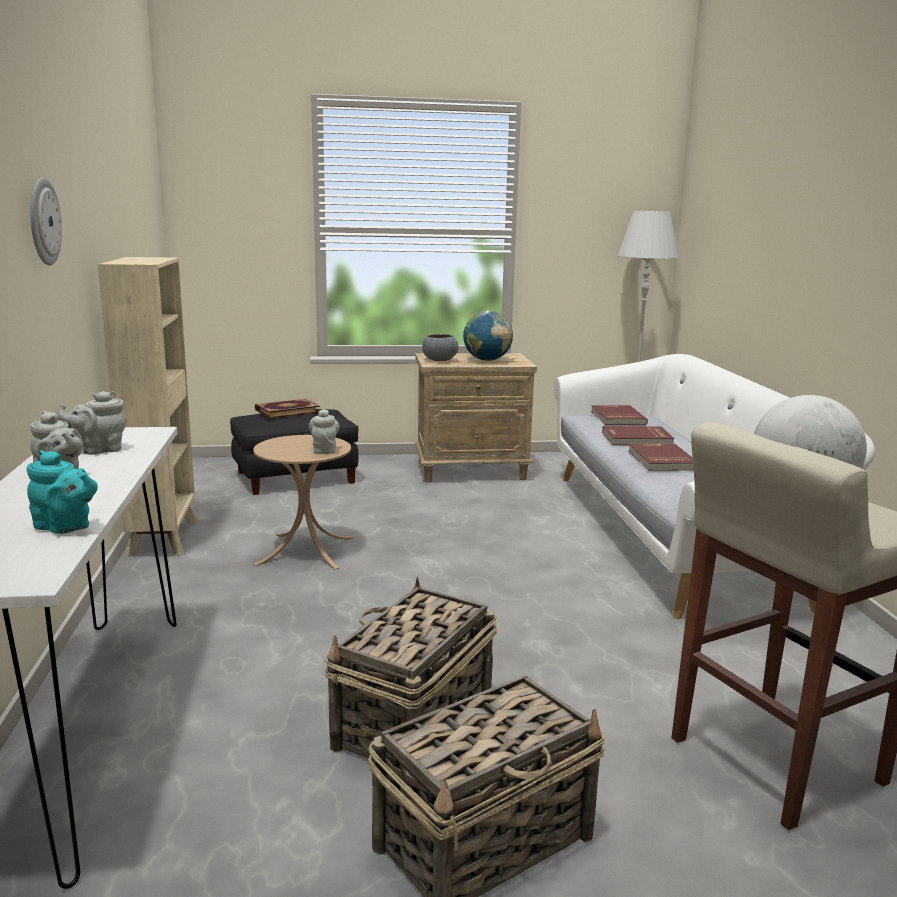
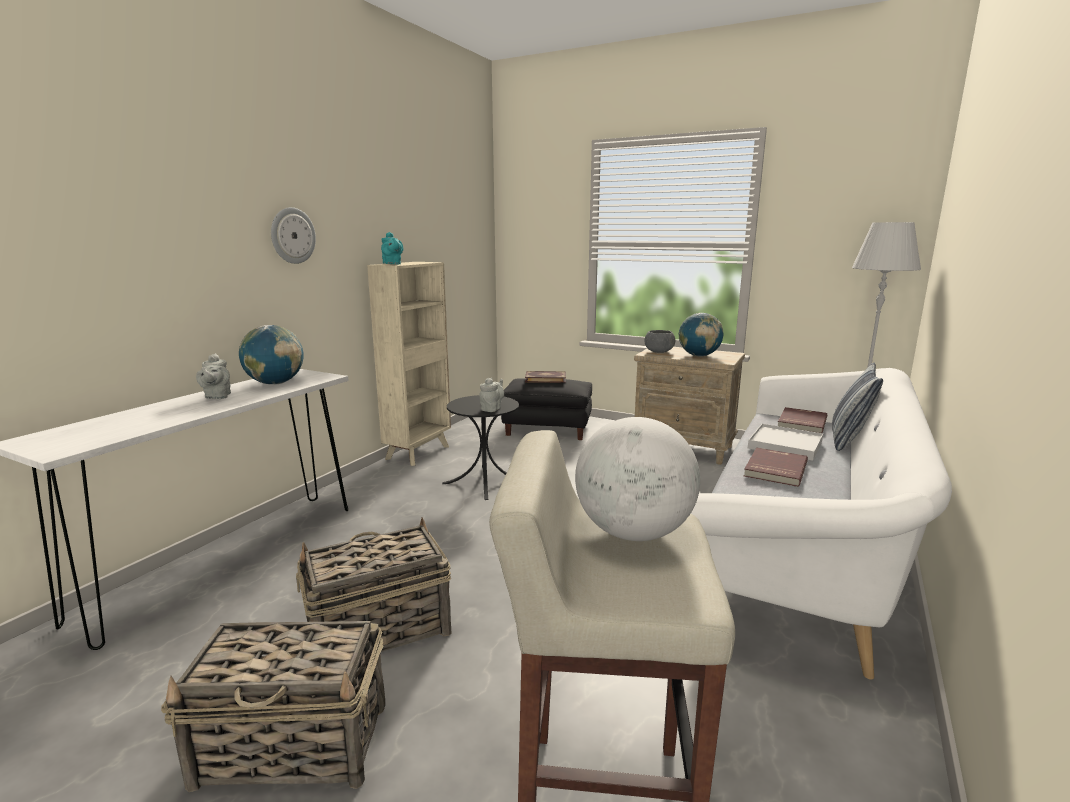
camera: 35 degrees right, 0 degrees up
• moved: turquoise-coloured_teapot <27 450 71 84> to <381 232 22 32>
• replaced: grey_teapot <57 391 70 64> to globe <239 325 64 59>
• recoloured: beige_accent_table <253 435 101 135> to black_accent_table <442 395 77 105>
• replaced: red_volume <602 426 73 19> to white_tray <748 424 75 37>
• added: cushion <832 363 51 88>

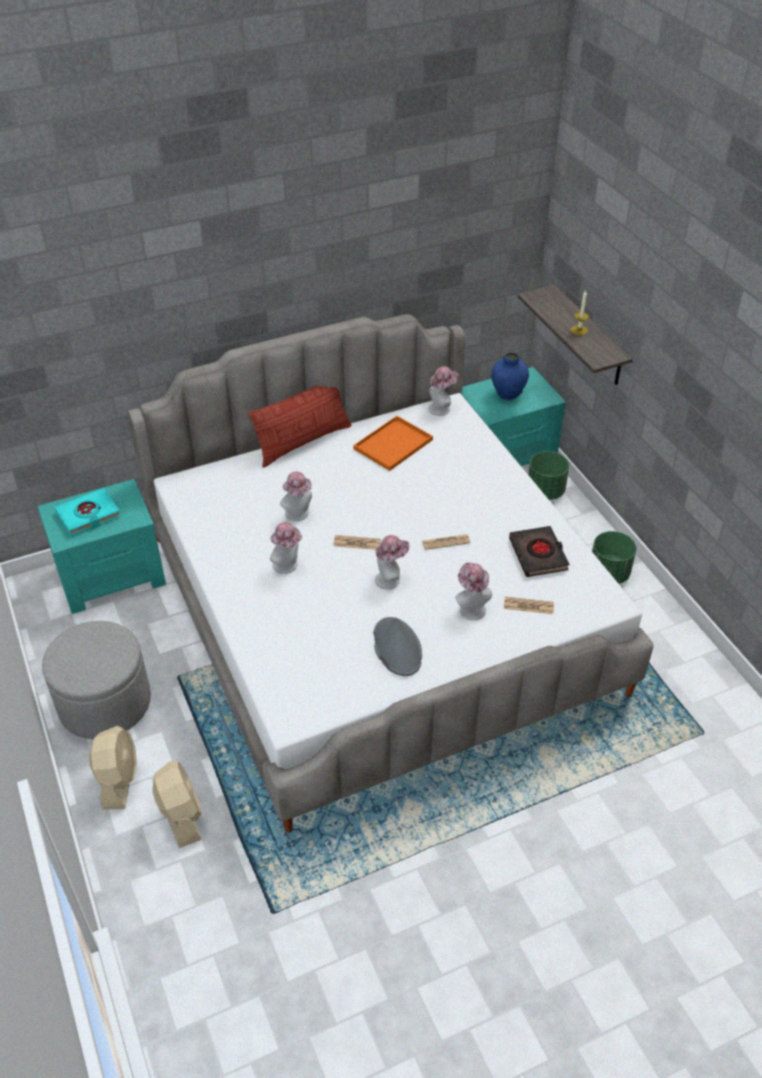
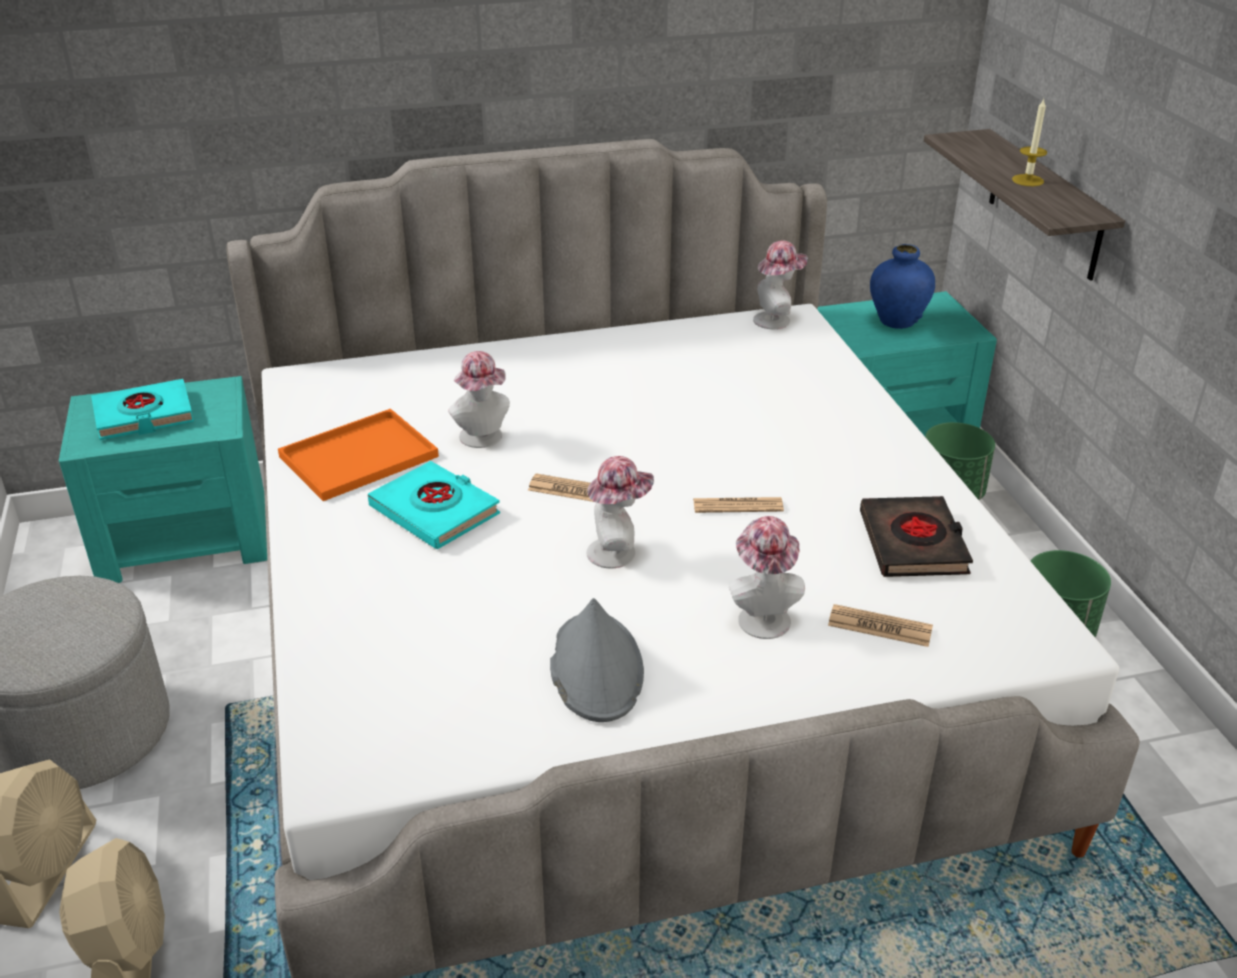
camera: 10 degrees right, 10 degrees down
• removed: cushion <248 385 104 83>
• replaced: hat <270 522 32 52> to turquoise-coloured_volume <368 461 132 88>
• moved: orange_tray <353 416 80 55> to <278 409 161 92>

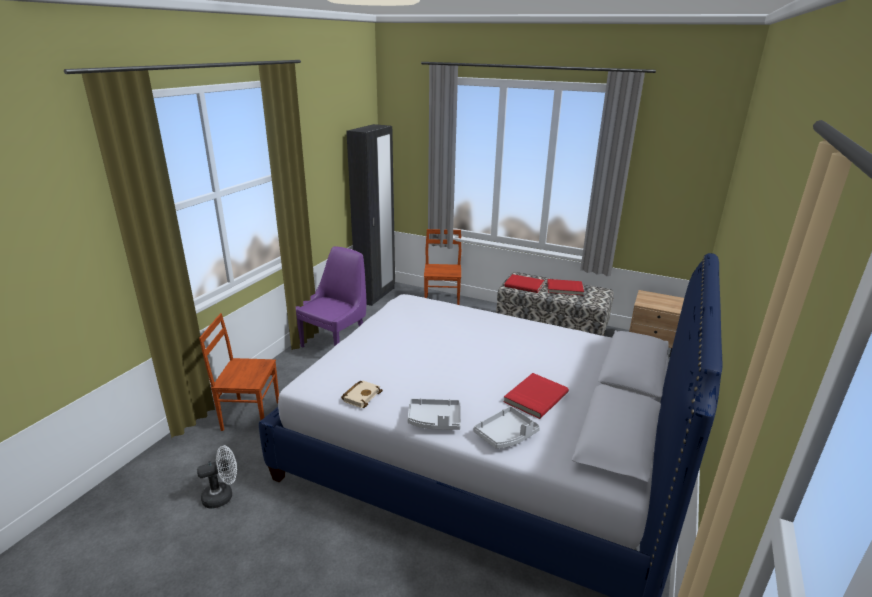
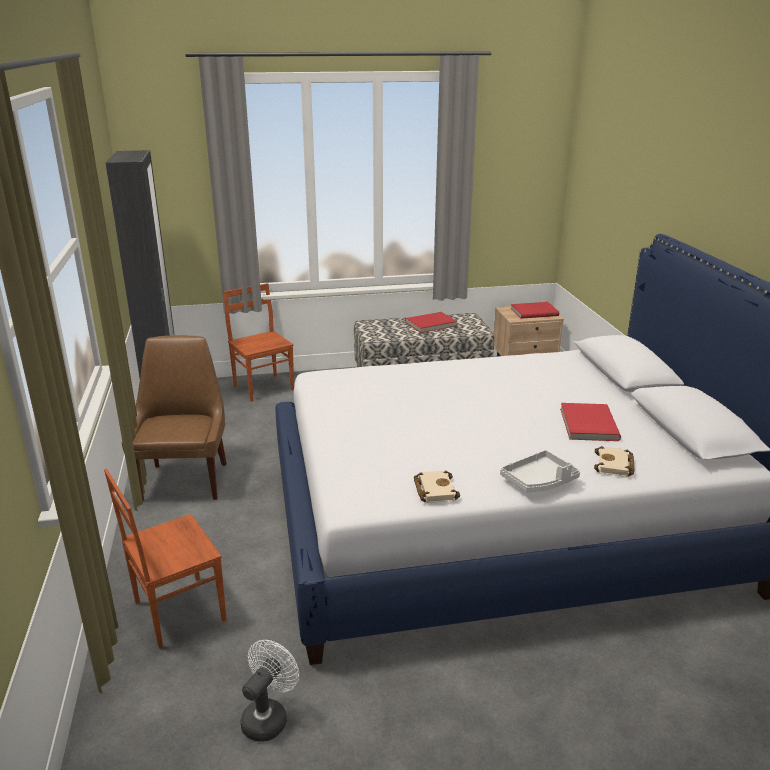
camera: 35 degrees left, 0 degrees up
• recoloured: purplish_chair <296 246 70 102> to brown_chair <121 335 106 166>
• replaced: grey_tray <473 406 67 43> to beige_volume <594 446 41 31>
• moved: red_volume <504 274 40 19> to <511 302 48 17>

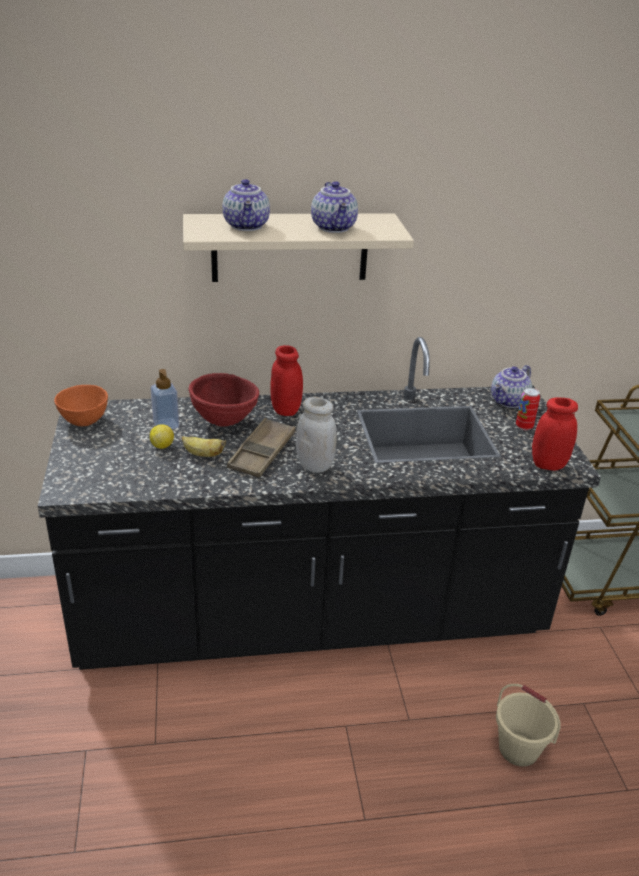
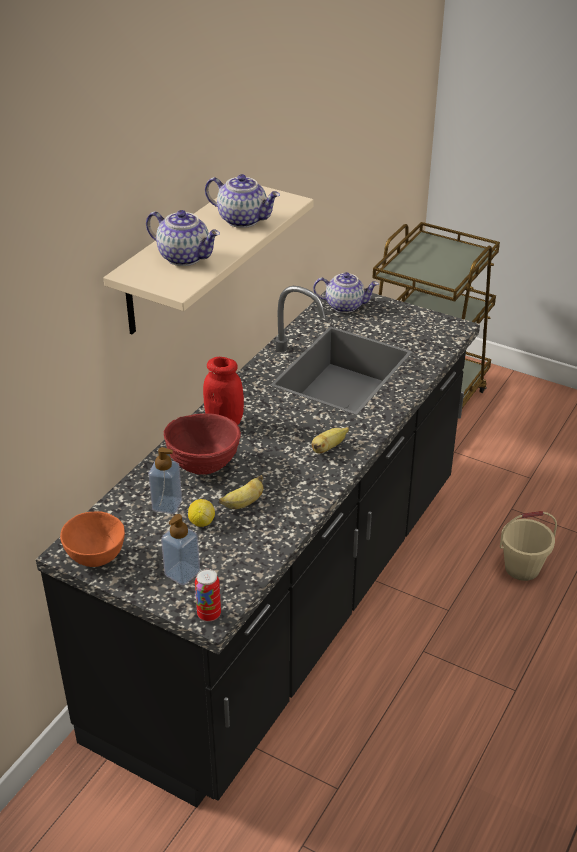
camera: 50 degrees left, 5 degrees up
• removed: brown_tray <227 418 69 60>
• replaced: white_jar <296 397 41 76> to banana <312 427 37 26>
• turned: teapot <491 365 41 43> = <313 272 66 41> 75 degrees counterclockwise
• moved: metal_can <516 388 24 42> to <195 569 26 52>
• removed: red_jar <532 398 46 73>
• added: soap_bottle <161 514 39 71>

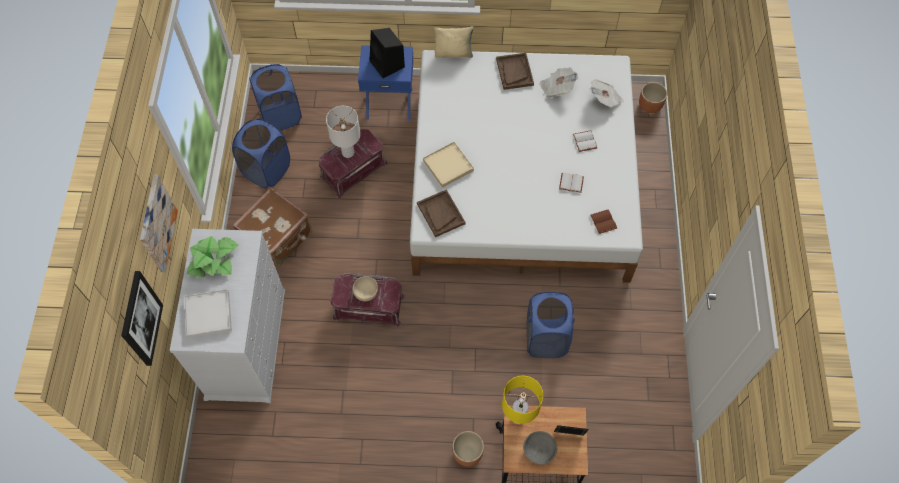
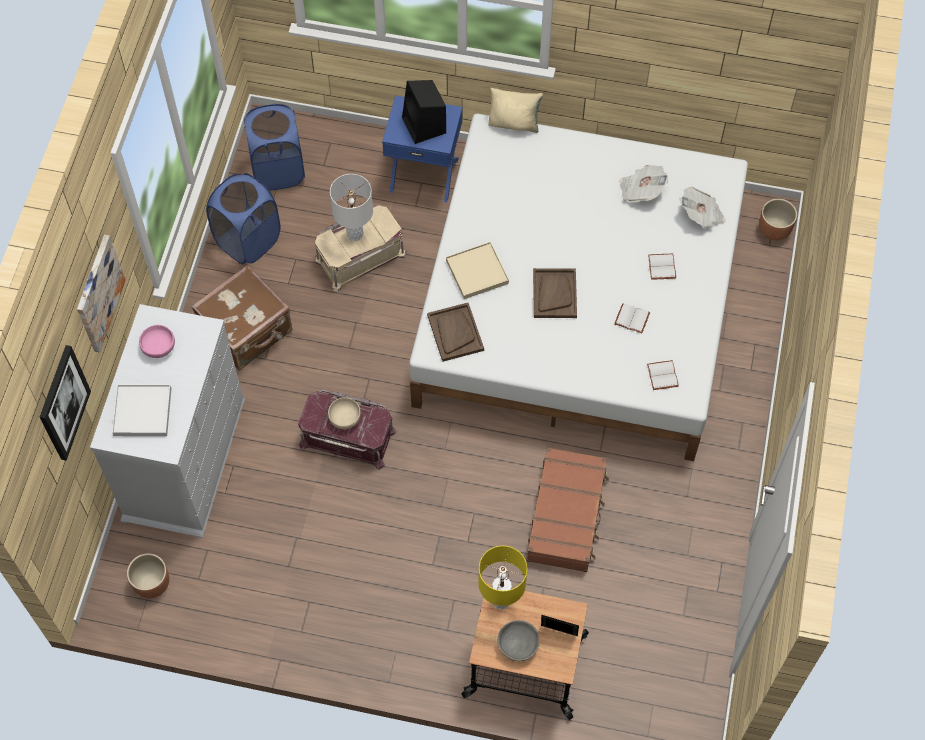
camera: 10 degrees right, 0 degrees up
• replaced: potted_plant <187 236 52 41> to pink-coloured_bowl <139 325 36 33>
• recoloured: red_storage_box <319 129 68 69> to beige_storage_box <315 205 92 87>
• moved: brown_planter <452 431 32 35> to <127 553 42 45>
• moved: brown_tray <496 53 38 37> to <533 268 44 50>
• replaced: bluish_hamper <527 292 47 66> to brown_travel_case <527 448 82 124>
• recoloured: brown_volume <590 209 27 25> to white_volume <647 360 32 30>

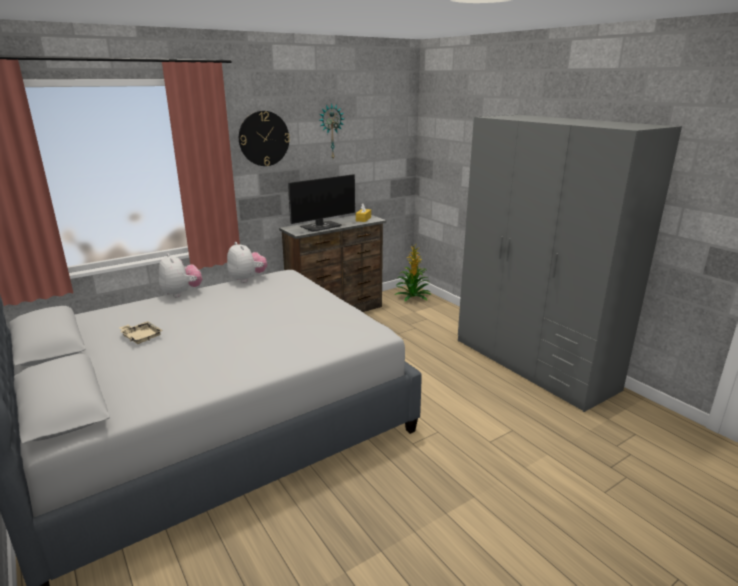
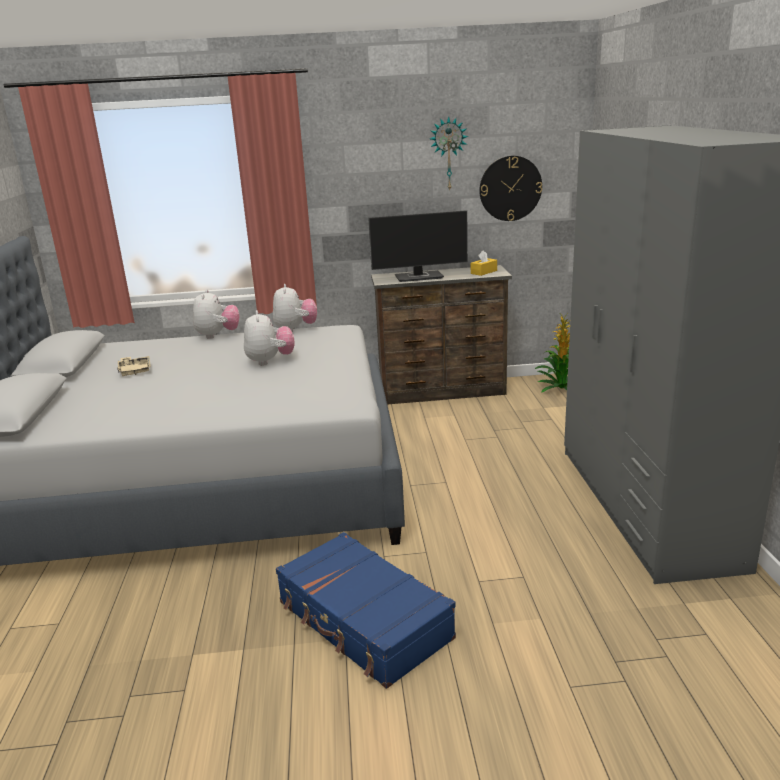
camera: 30 degrees right, 0 degrees up
• moved: hanging_clock <239 111 51 55> to <479 156 63 65>
• added: cuddly_toy <244 310 51 56>
• added: bluish_travel_case <276 532 180 157>

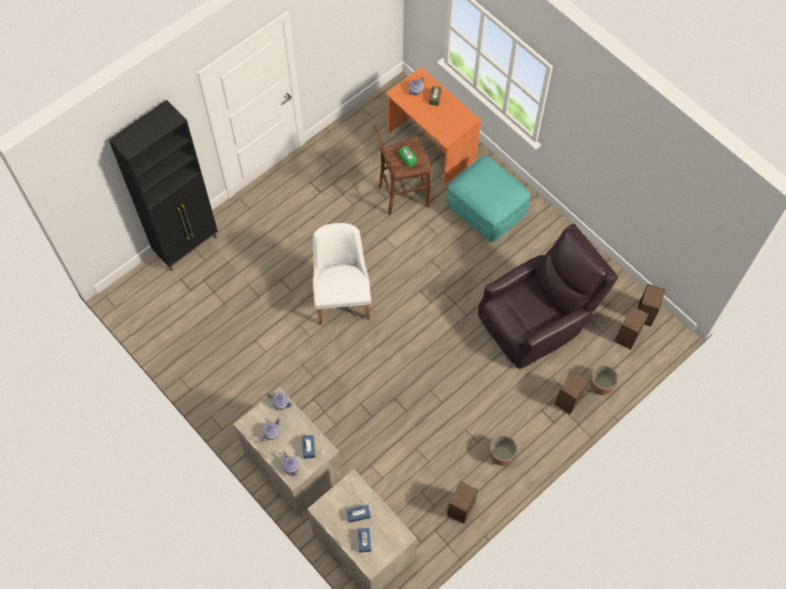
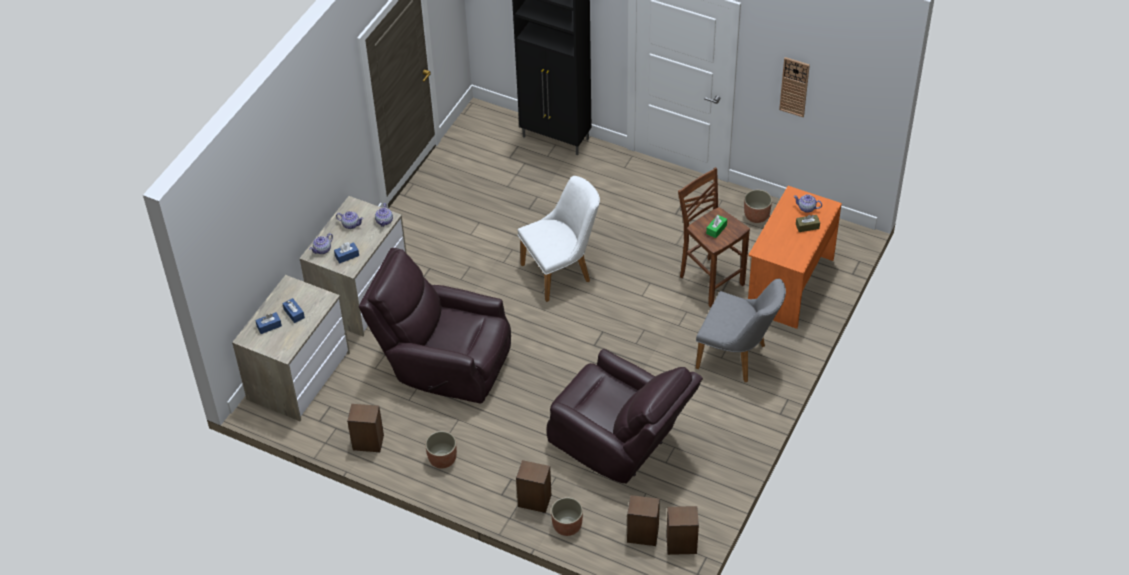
camera: 70 degrees right, 15 degrees down
• replaced: turquoise-coloured_ottoman <446 155 84 87> to grey_chair <696 279 90 103>
• added: brown_lounge_chair <359 248 152 156>
• added: planter <744 189 28 34>
• added: hanging_clock <779 57 31 60>

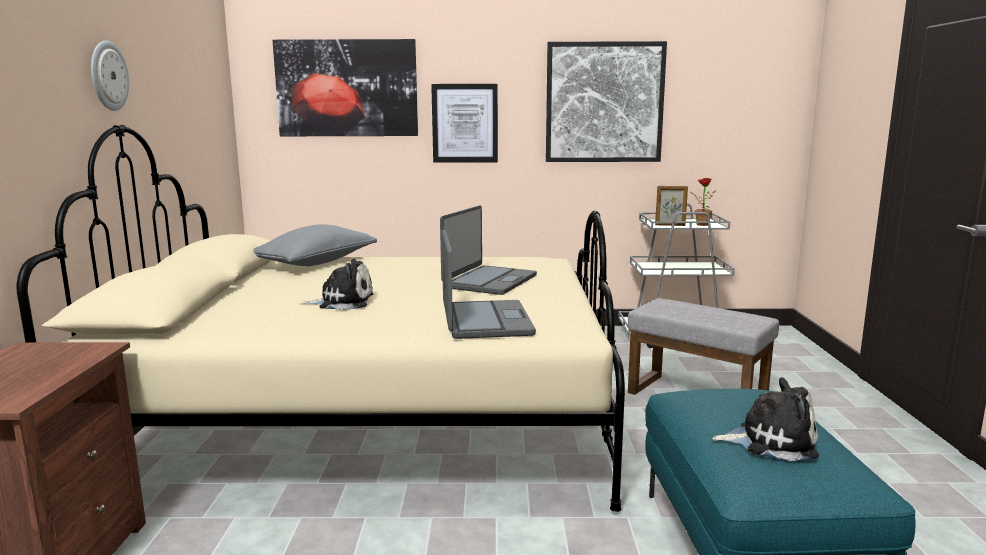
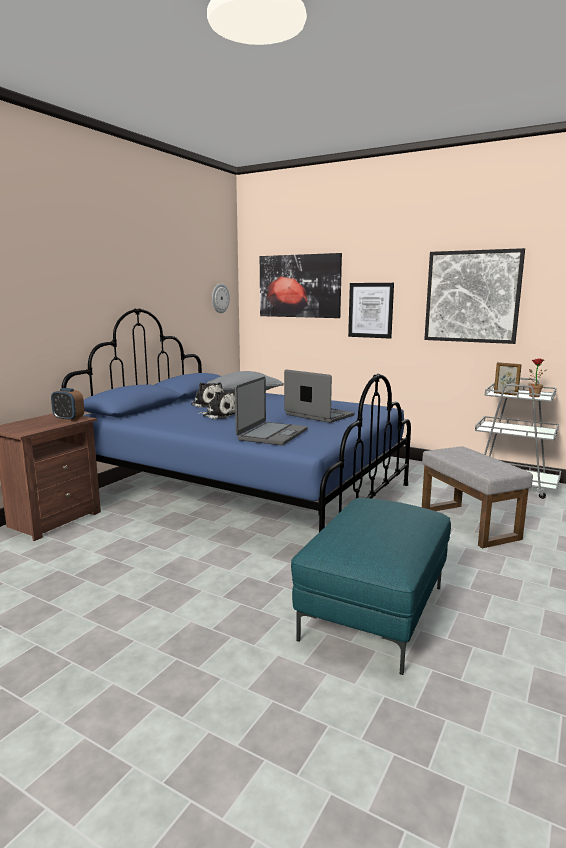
camera: 30 degrees right, 0 degrees up
• recoloured: beige_bedroom_bed <16 125 609 387> to bluish_bedroom_bed <62 308 349 224>
• moved: hanging_clock <91 41 38 70> to <212 283 18 30>
• turned: laptop <440 205 97 90> = <284 369 71 54> 105 degrees counterclockwise
• moved: cuddly_toy <712 377 107 84> to <191 382 33 26>
• added: table_clock <51 388 33 33>

